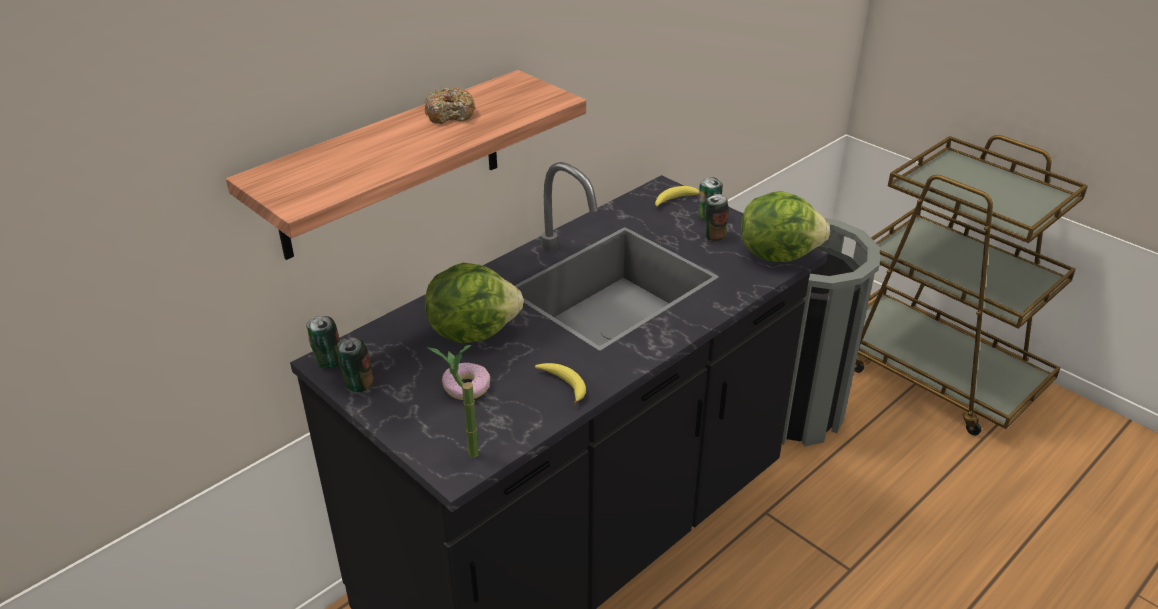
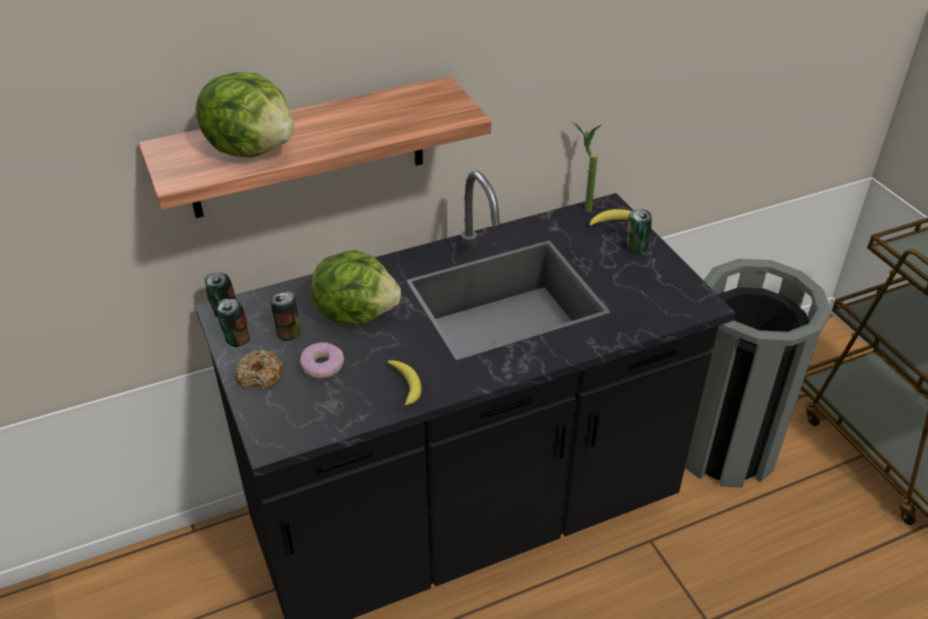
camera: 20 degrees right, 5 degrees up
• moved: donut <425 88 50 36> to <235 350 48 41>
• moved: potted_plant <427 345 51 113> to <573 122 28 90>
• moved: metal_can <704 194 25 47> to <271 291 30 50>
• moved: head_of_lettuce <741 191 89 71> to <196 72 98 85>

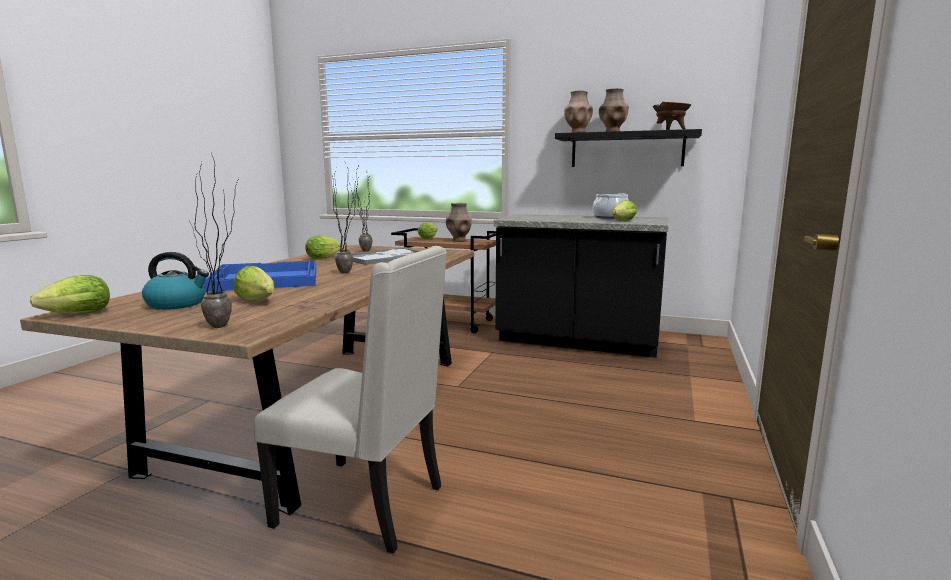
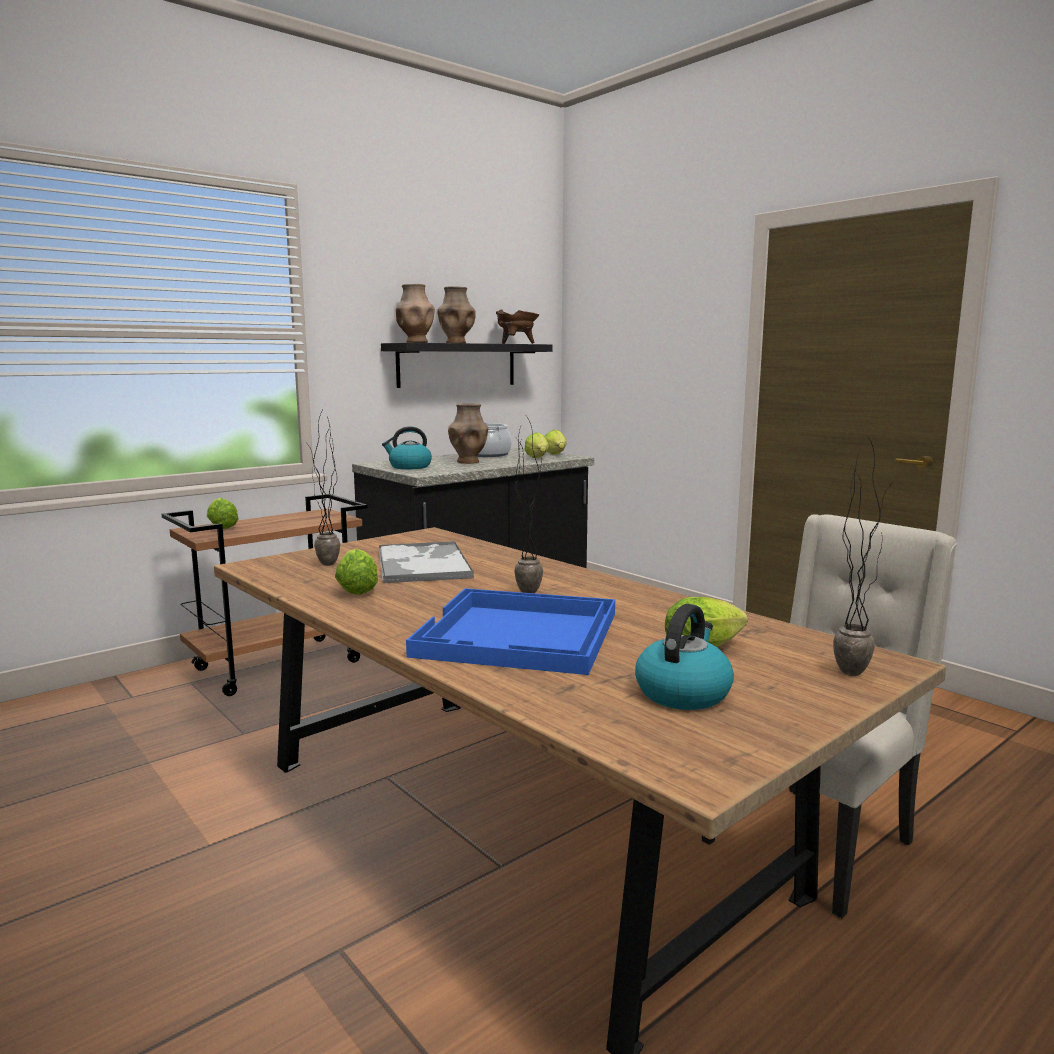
camera: 60 degrees left, 0 degrees up
• moved: head_of_lettuce <30 275 80 39> to <545 430 22 24>
• moved: brown_decorative_vase <446 203 26 39> to <448 403 40 61>
• added: kettle <382 426 50 43>

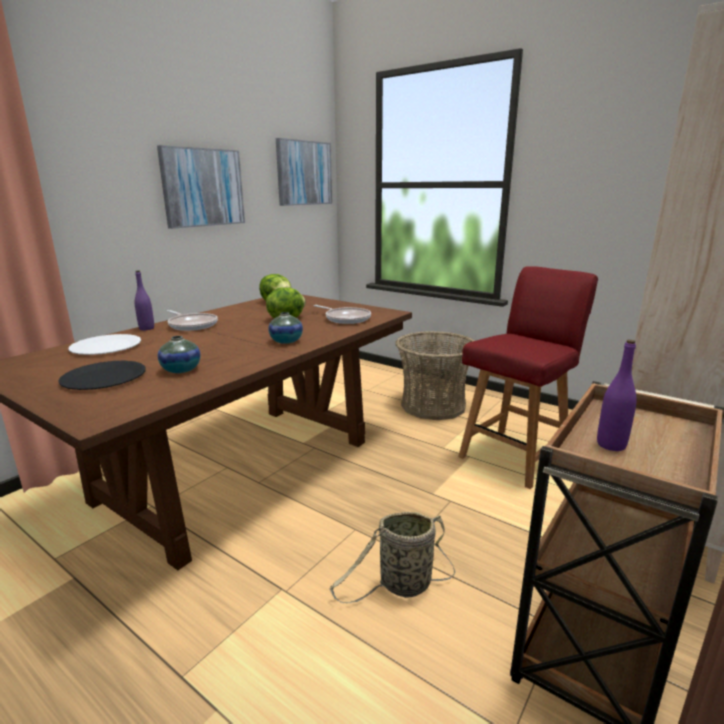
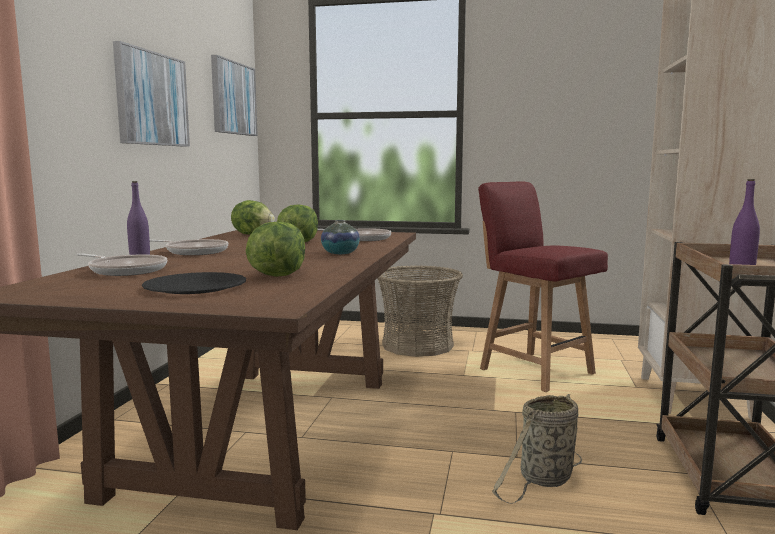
camera: 25 degrees left, 10 degrees down
• replaced: white_dinner_plate <69 334 72 21> to pan <77 253 90 23>
• replaced: decorative_vase <158 336 42 37> to head_of_lettuce <246 222 59 55>
• turned: red_chair <458 266 140 223> = <478 181 130 211> 60 degrees counterclockwise

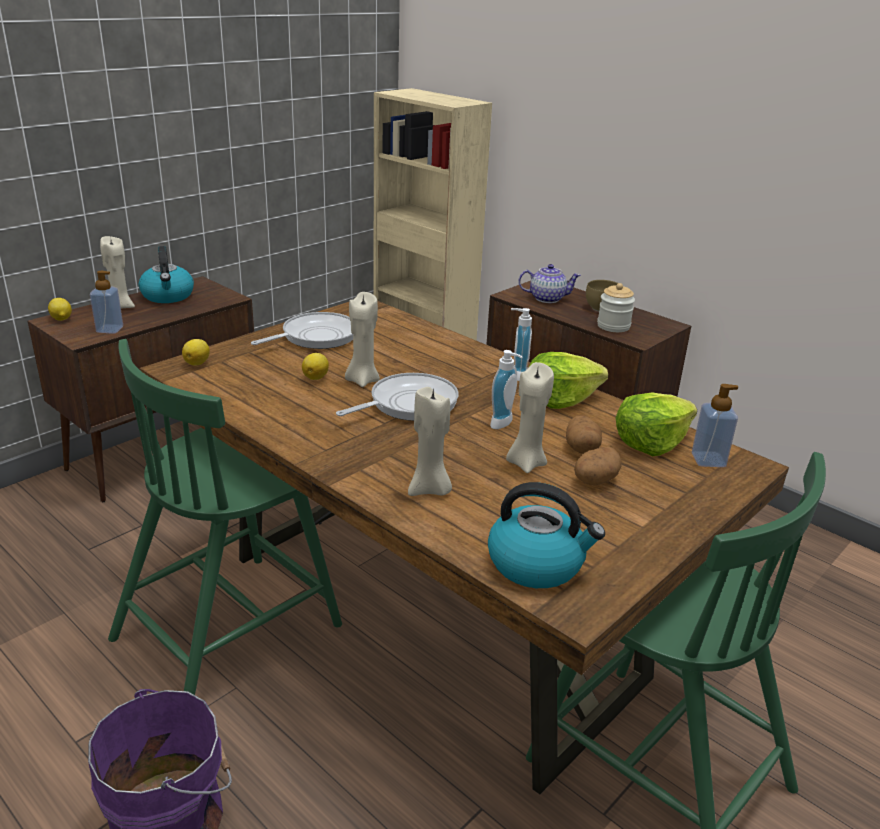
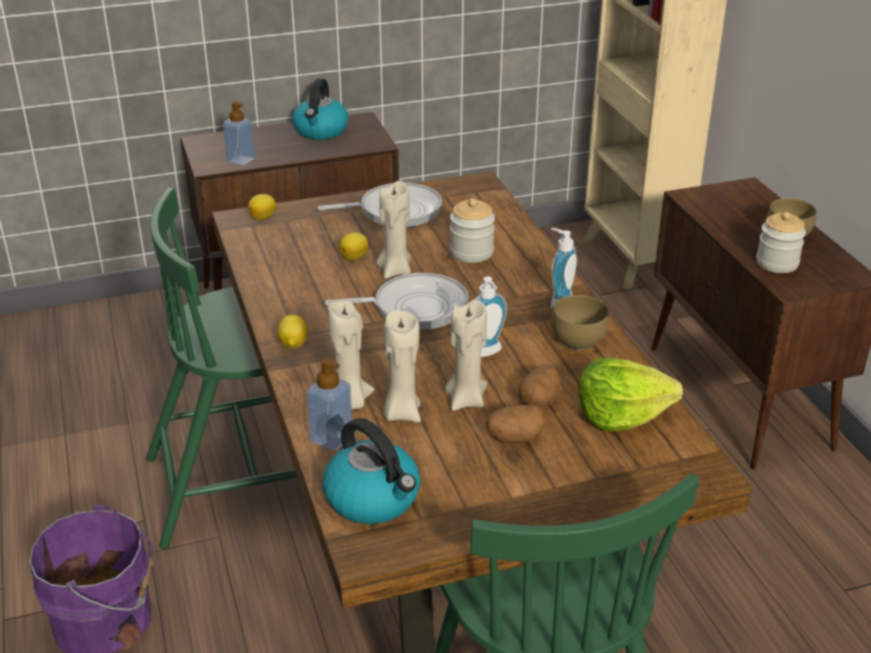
camera: 30 degrees right, 5 degrees up
• moved: lemon <48 298 24 23> to <277 315 31 33>
• moved: beige_wax_light <100 236 35 73> to <383 310 38 112>
• removed: teapot <518 264 63 39>
• replaced: head_of_lettuce <529 352 79 57> to brown_bowl <551 295 58 55>
• moved: soap_bottle <692 384 46 83> to <306 358 46 93>
• added: jar <450 198 45 65>

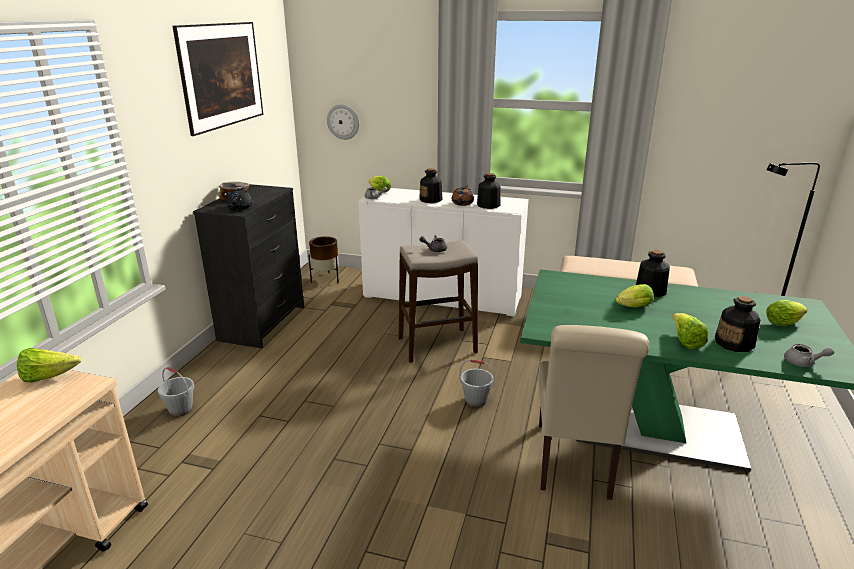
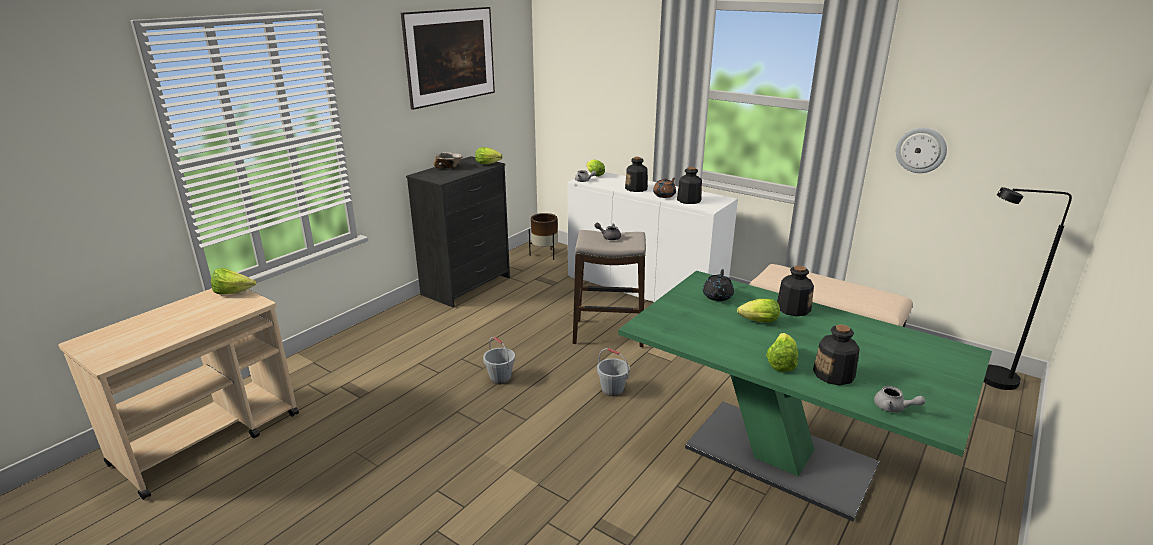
camera: 20 degrees right, 0 degrees up
• moved: grey_water_bucket <158 367 36 50> to <483 337 32 48>
• moved: black_teapot <226 187 26 23> to <703 269 31 32>
• moved: hanging_clock <327 104 32 36> to <896 128 51 45>
• removed: beige_chair <539 325 110 175>
• moved: head_of_lettuce <766 300 41 26> to <475 147 28 18>

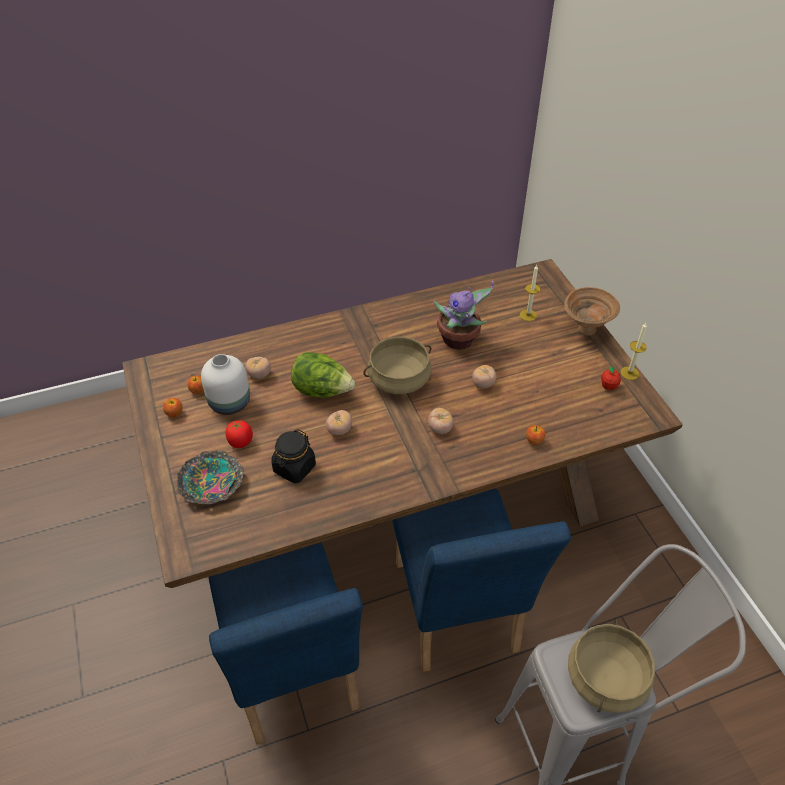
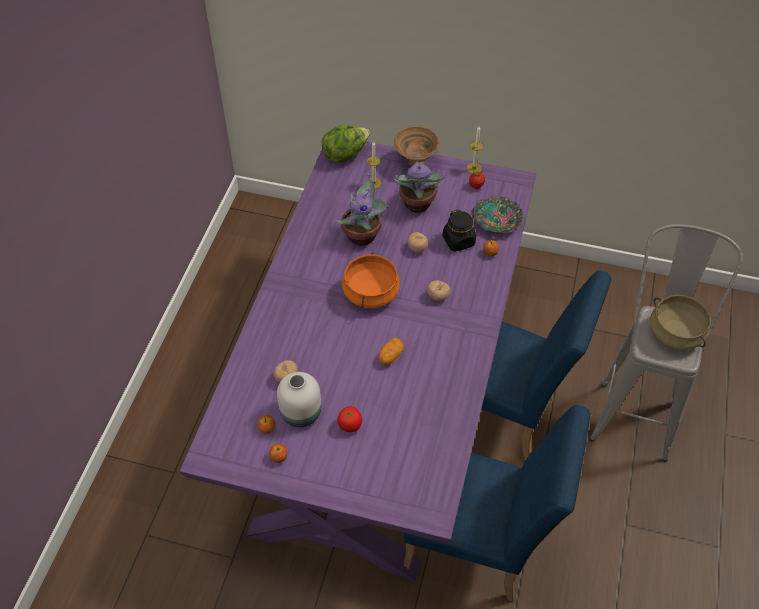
camera: 55 degrees left, 5 degrees up
• recoloured: brown_dinner_table <122 259 561 329> to purplish_dinner_table <180 142 356 439>
• moved: bowl <177 450 67 55> to <472 196 52 38>
• moved: black_jar <271 429 45 54> to <443 209 33 43>
• moved: head_of_lettuce <291 352 64 46> to <321 125 49 38>
• replaced: tomato <326 410 26 25> to potato <378 337 26 28>
• recoloured: beige_saucepot <363 337 68 57> to orange_saucepot <342 252 58 56>
• added: potted_plant <394 161 51 52>

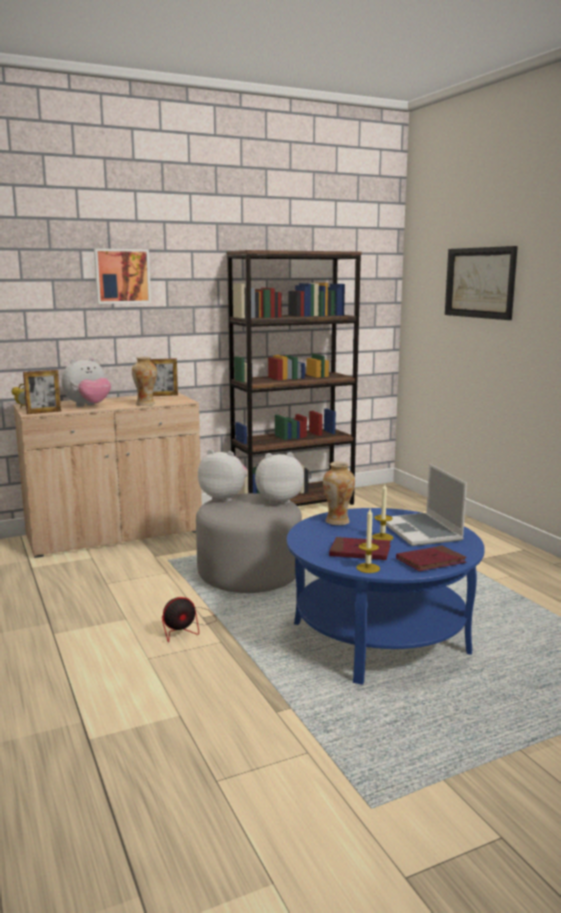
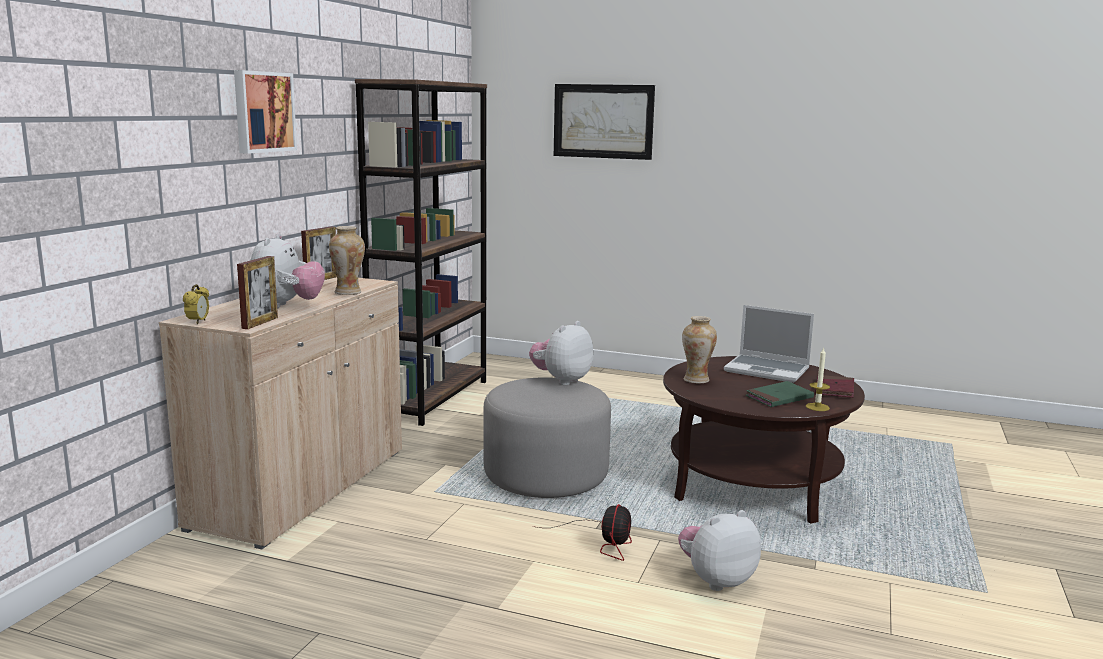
camera: 45 degrees left, 0 degrees up
• moved: cuddly_toy <198 449 49 53> to <678 510 83 81>
• recoloured: bluish_coffee_table <287 508 198 177> to brown_coffee_table <663 356 202 168>
• recoloured: red_volume <329 537 62 23> to green-coloured_volume <746 381 68 26>
• removed: wax_light <372 484 21 56>

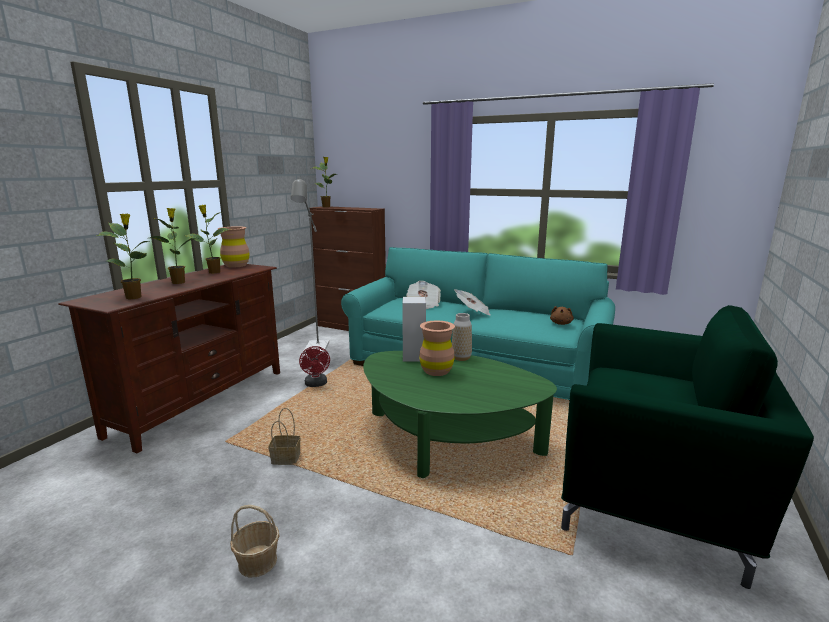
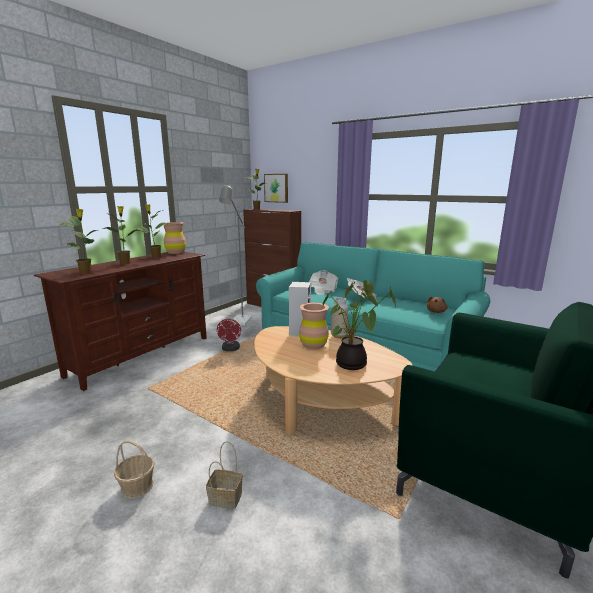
camera: 10 degrees right, 0 degrees up
• moved: storage_basket <268 408 33 57> to <206 441 37 68>
• recoloured: green-coloured_coffee_table <363 351 194 127> to beige_coffee_table <254 326 159 108>
• added: picture <264 174 24 29>
• added: potted_plant <323 280 73 90>

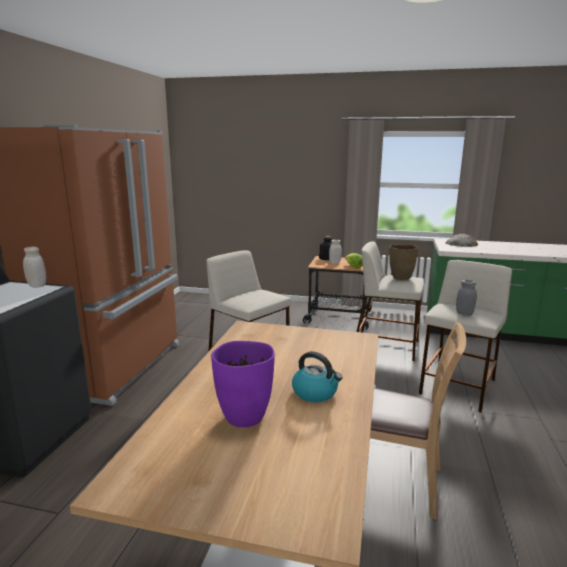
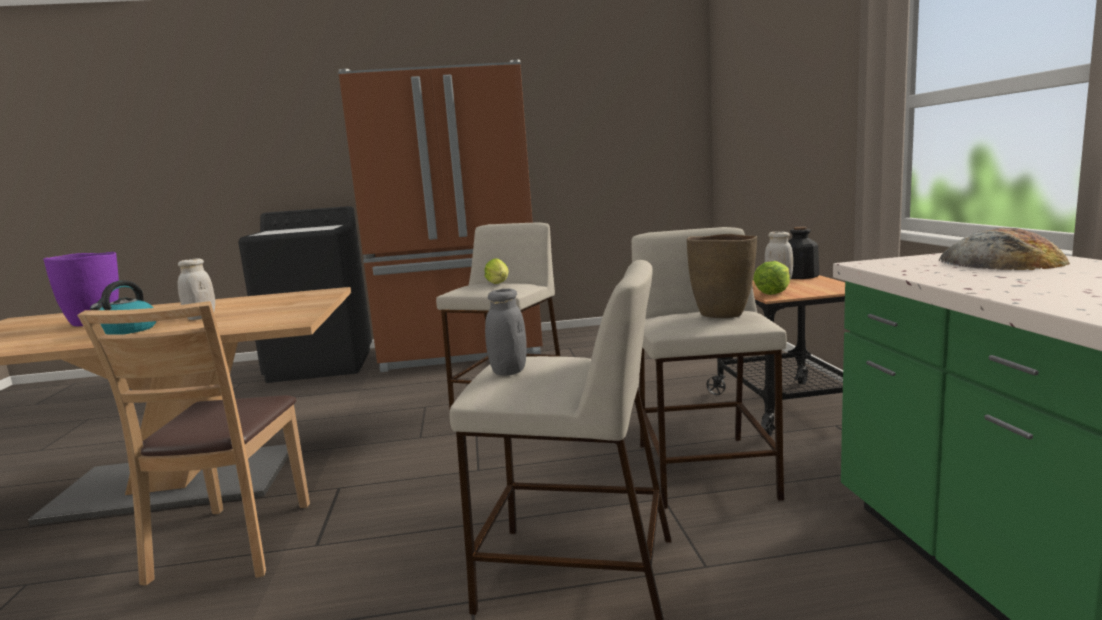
camera: 70 degrees right, 5 degrees down
• moved: white_jar <23 247 23 41> to <178 259 37 61>
• added: head_of_lettuce <485 258 24 26>

